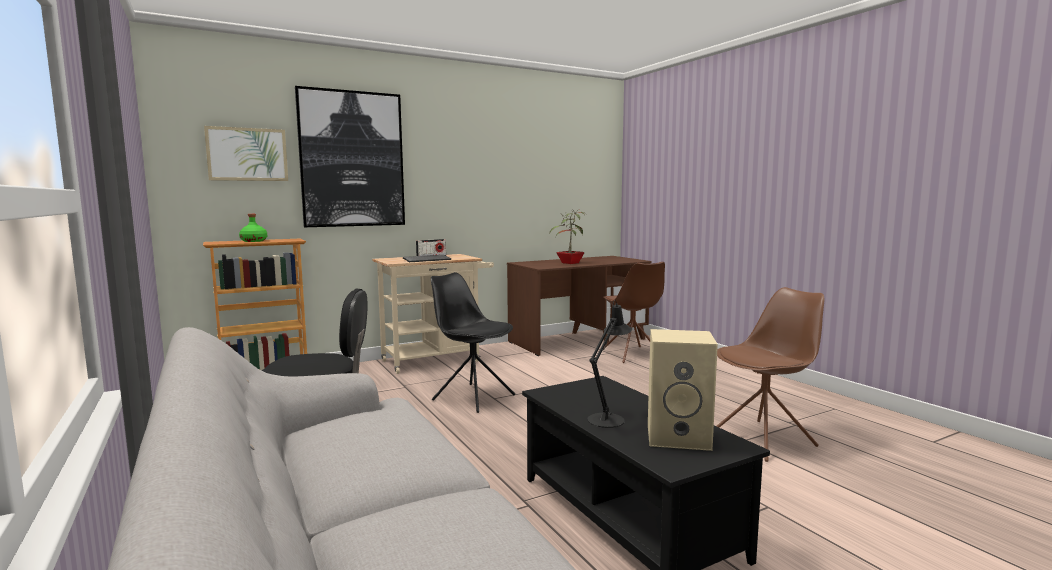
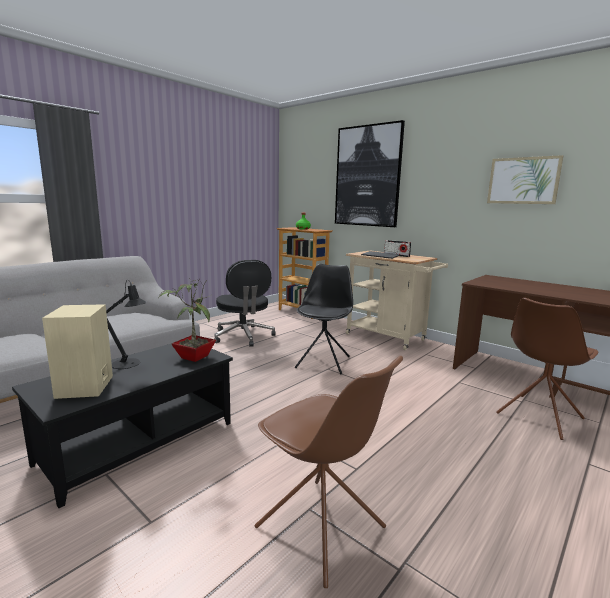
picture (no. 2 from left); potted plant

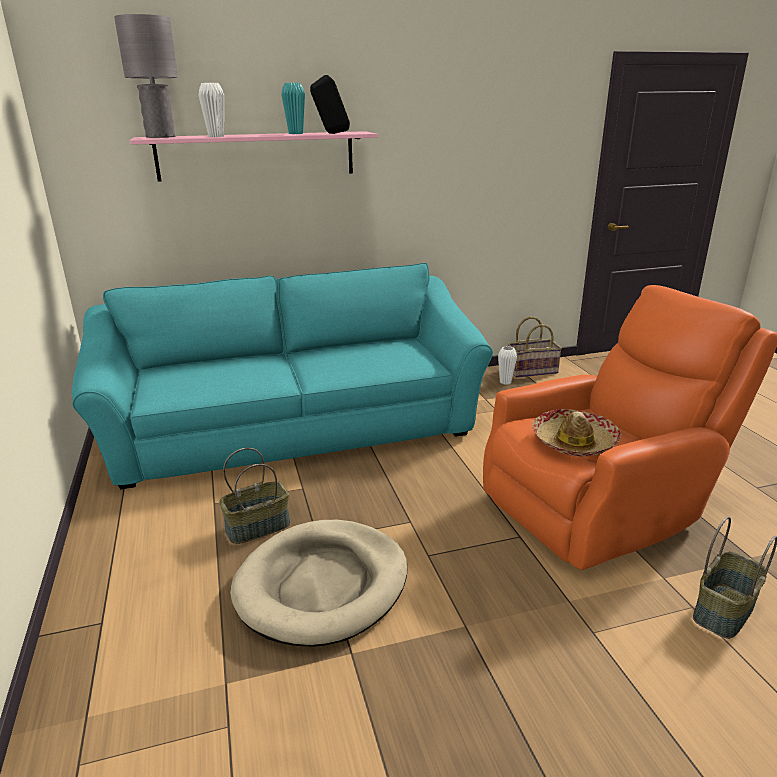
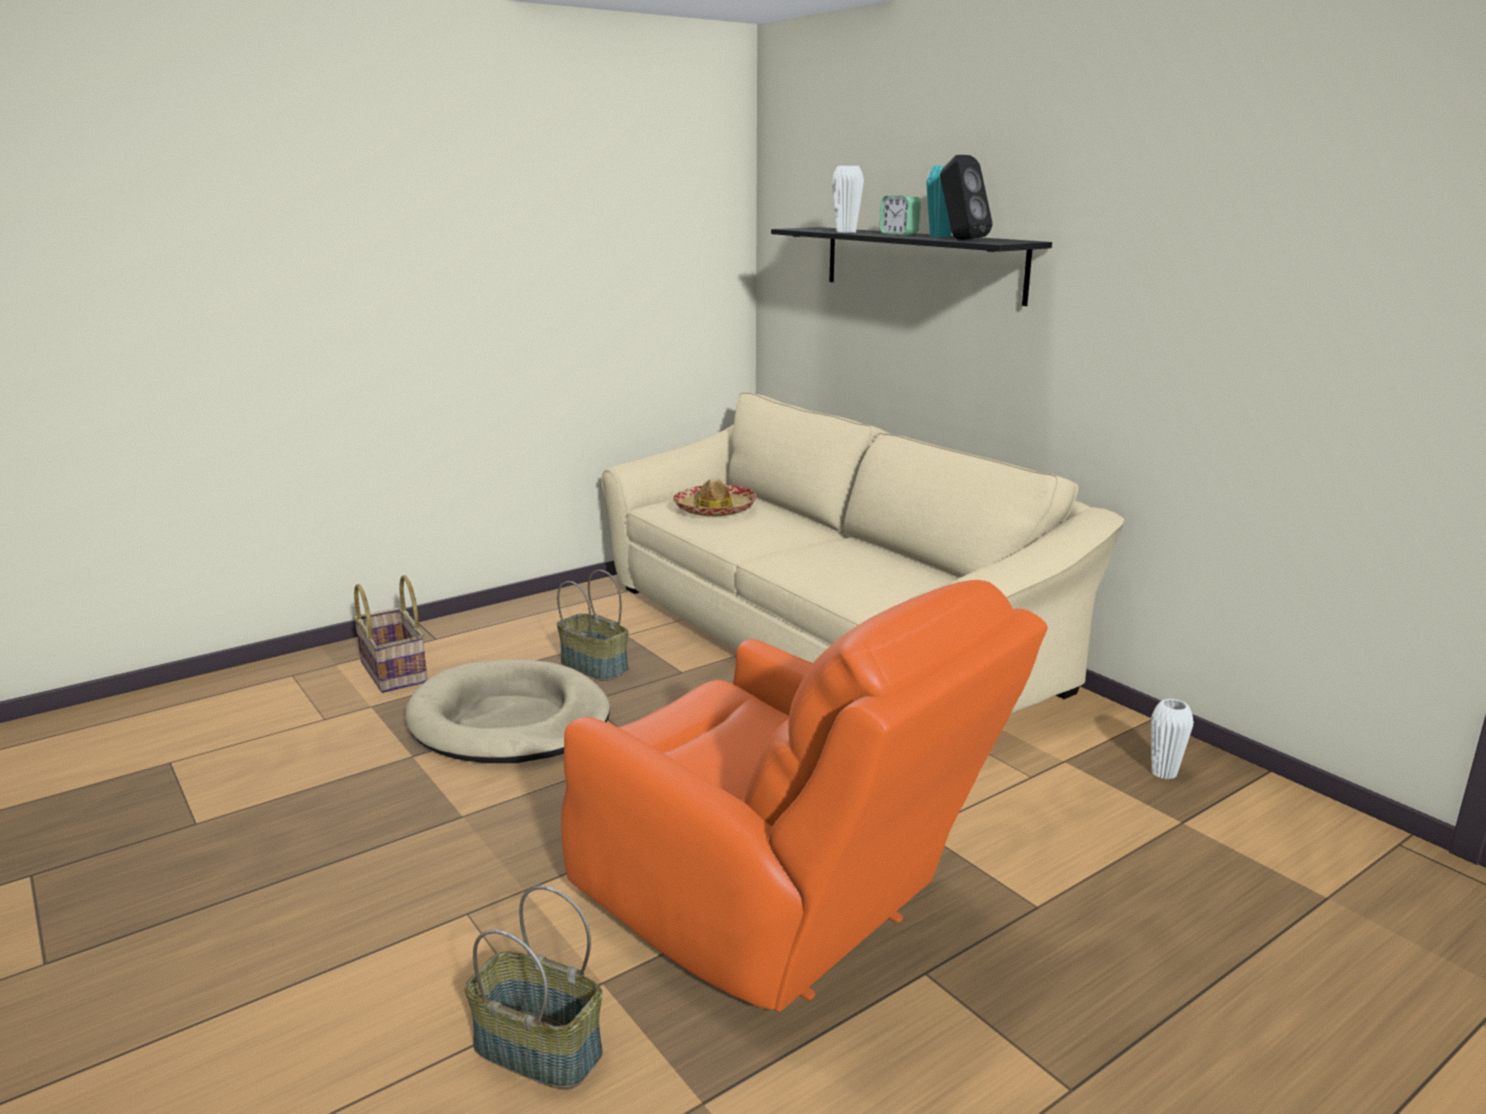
grey table lamp; black shelf; beige sofa; basket (no. 1 from left); hat; alarm clock

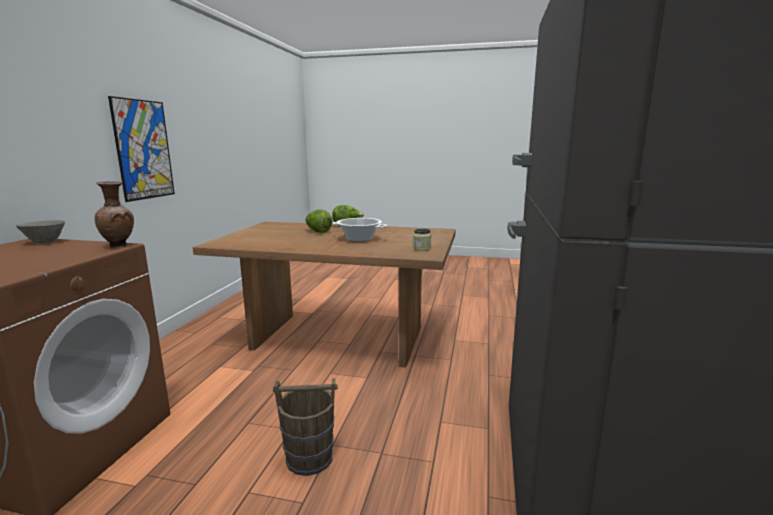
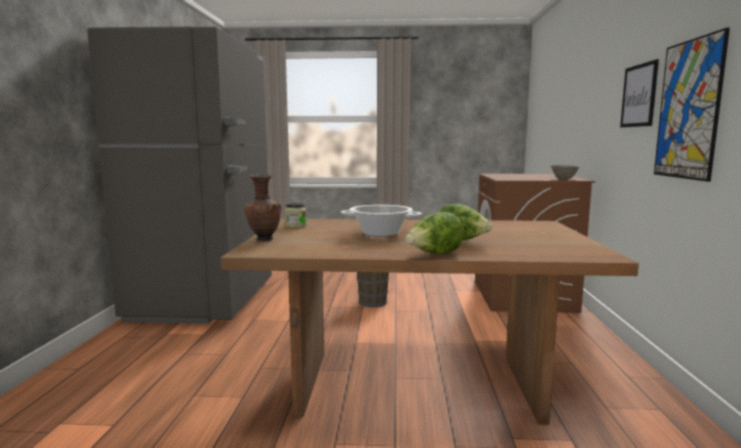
brown vase; picture (no. 1 from left)

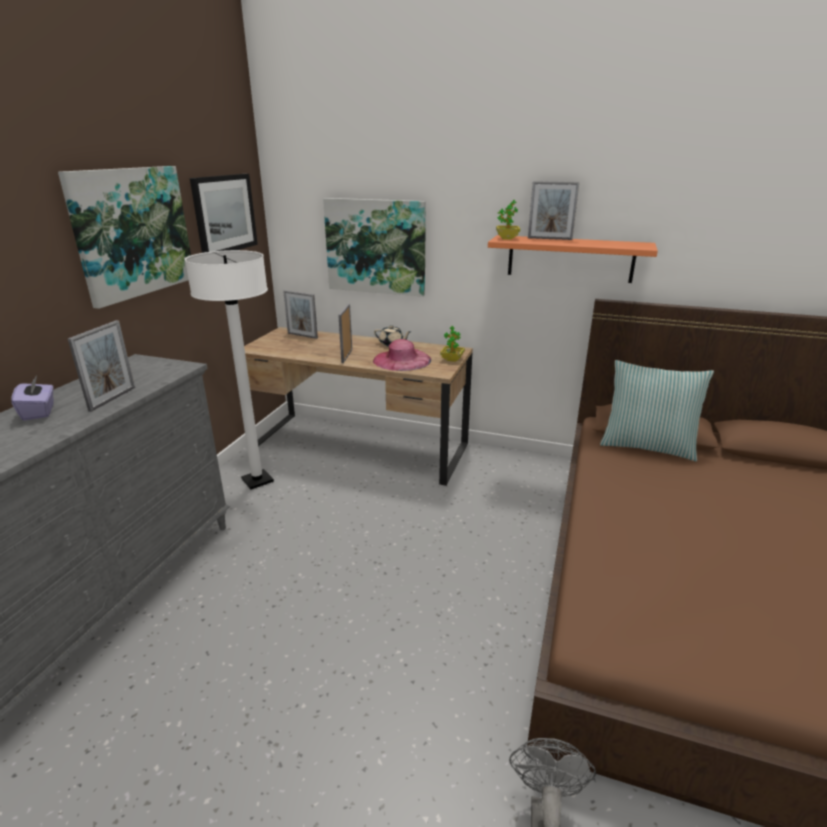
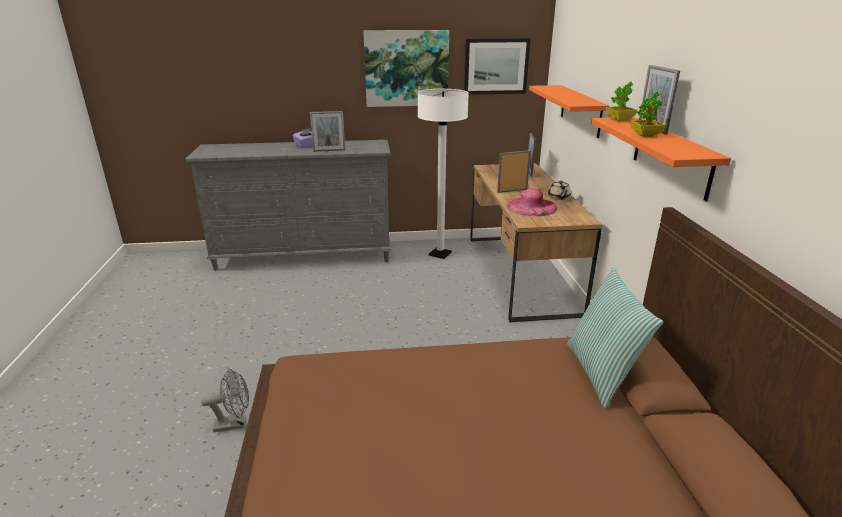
orange shelf (no. 1 from left); potted plant (no. 2 from left)

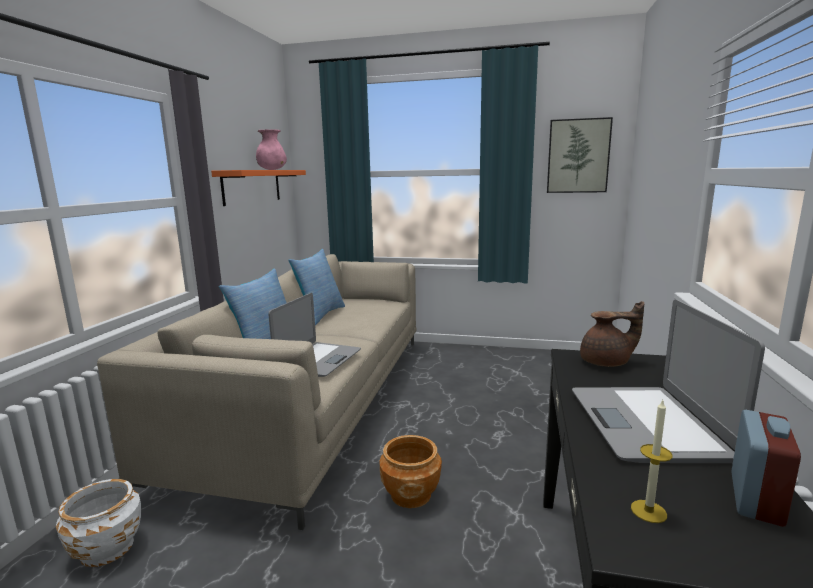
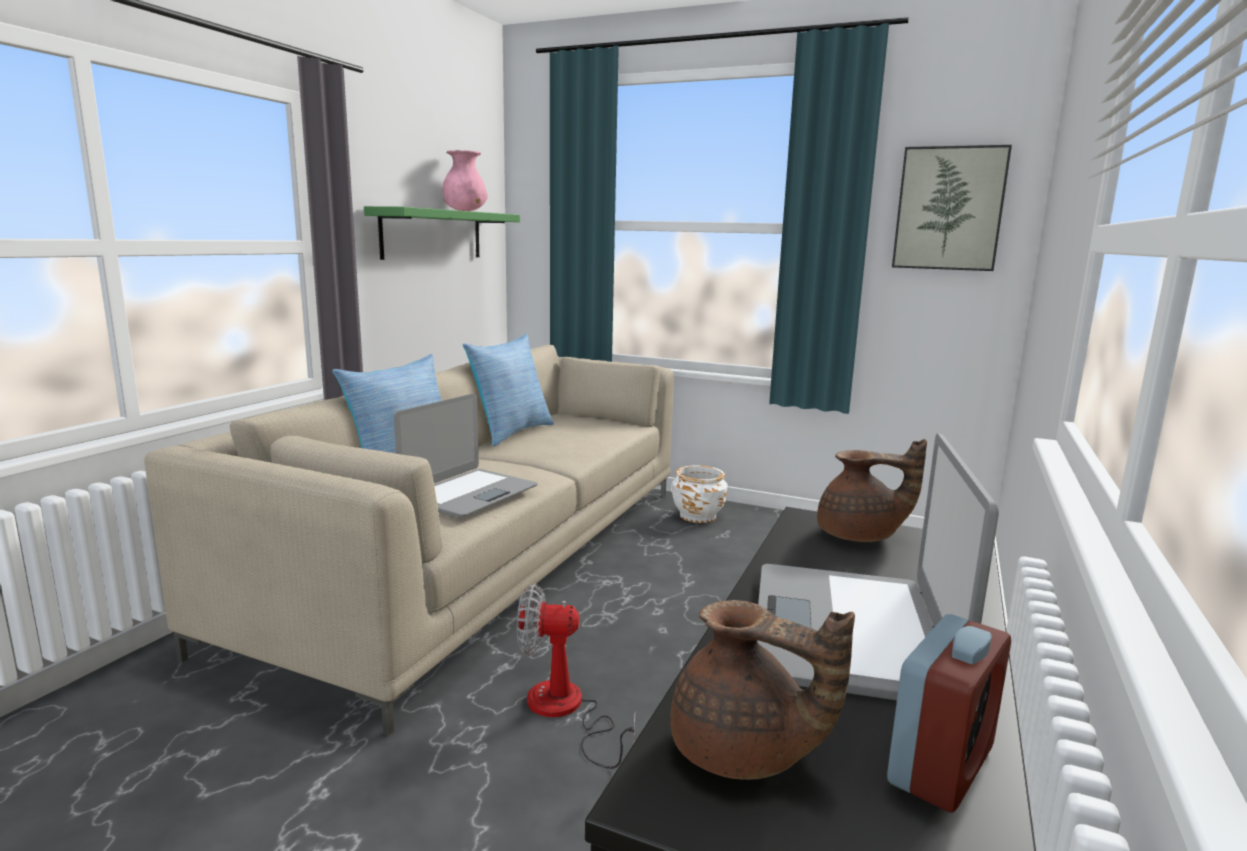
green shelf; brown teapot (no. 1 from left); fan; white planter

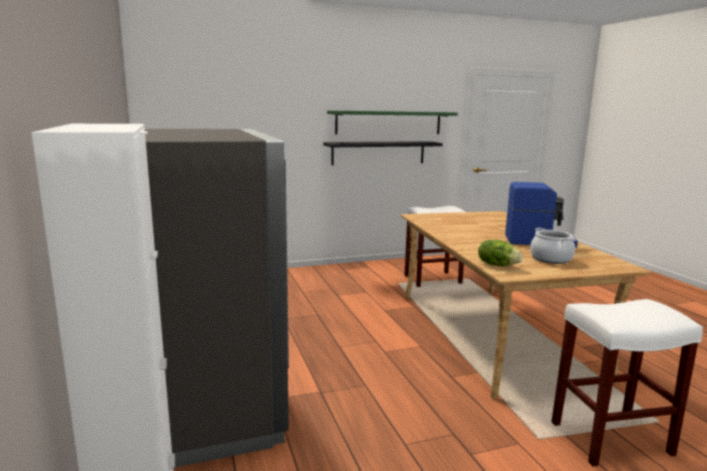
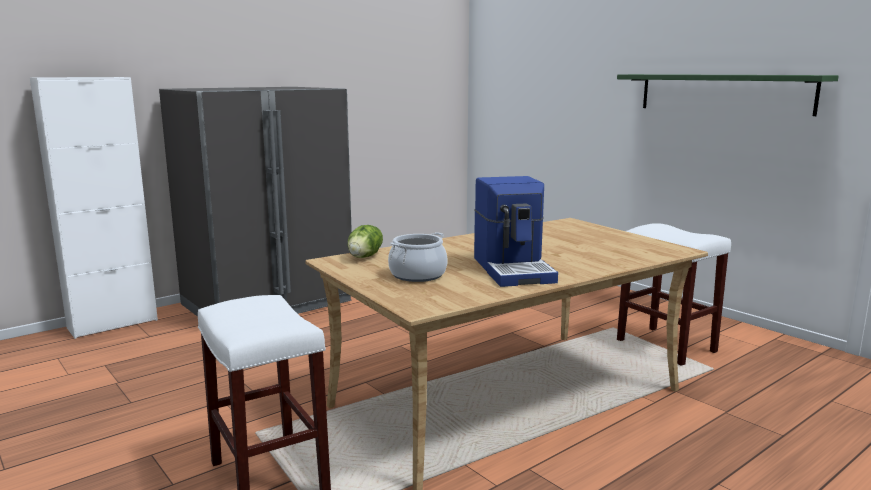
black shelf

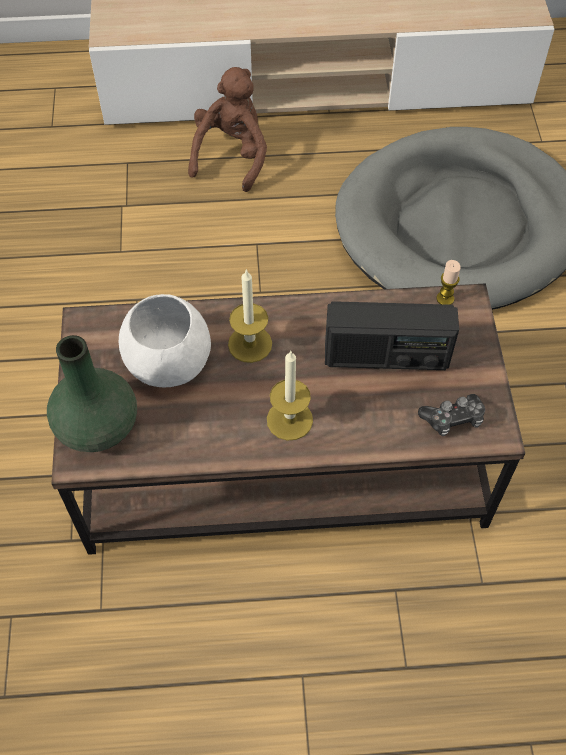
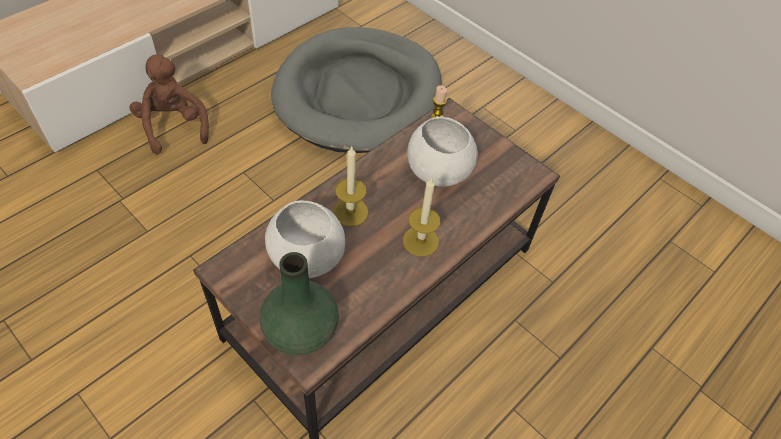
white bowl (no. 2 from left); game controller

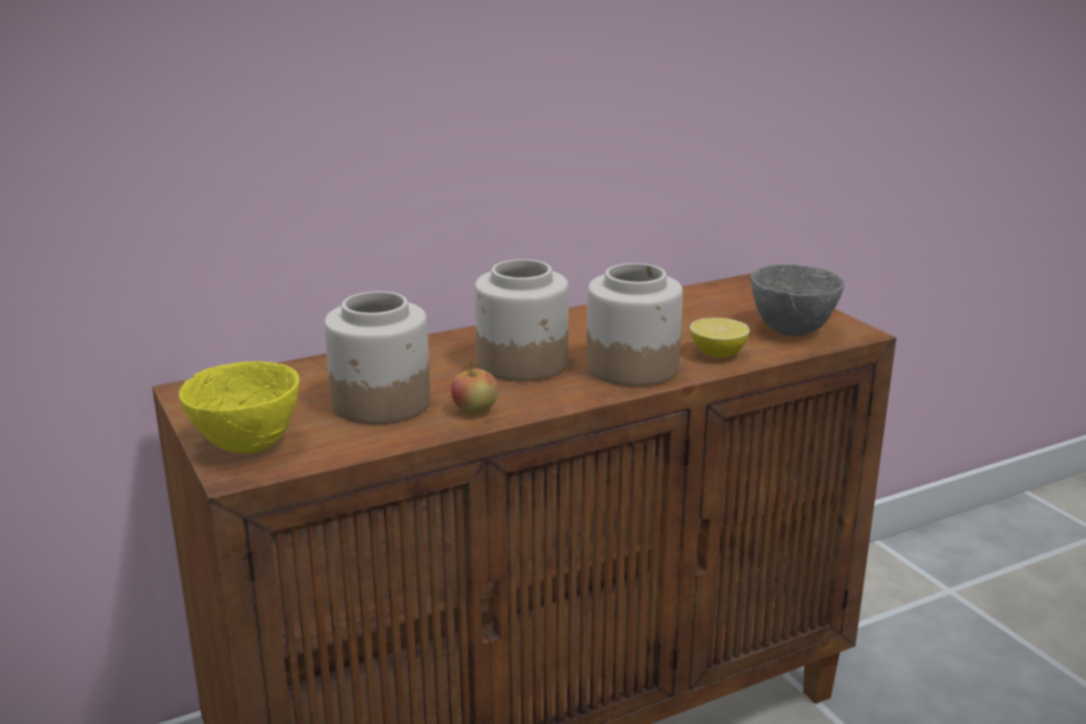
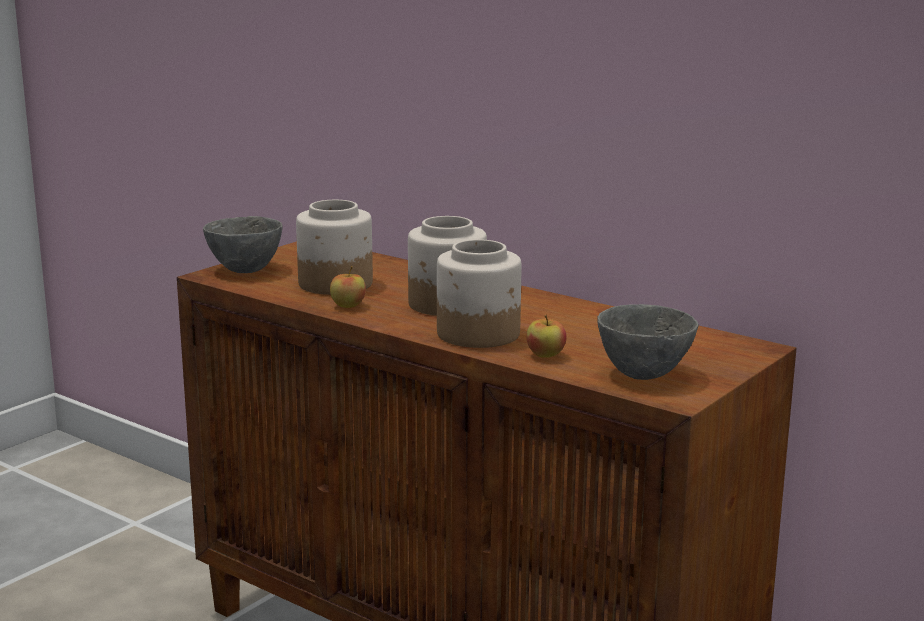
apple (no. 2 from left); grey bowl (no. 1 from left)

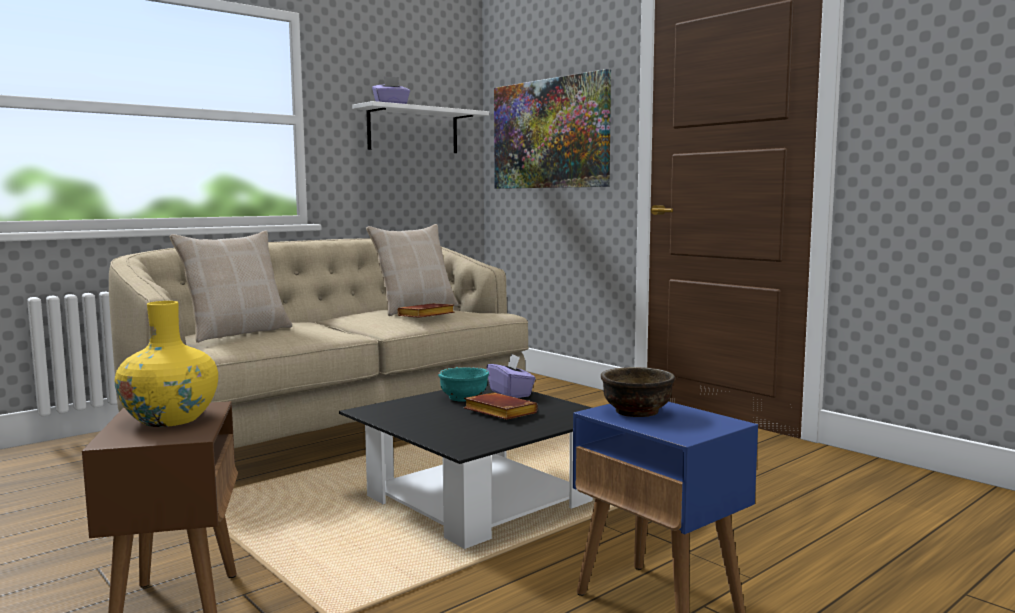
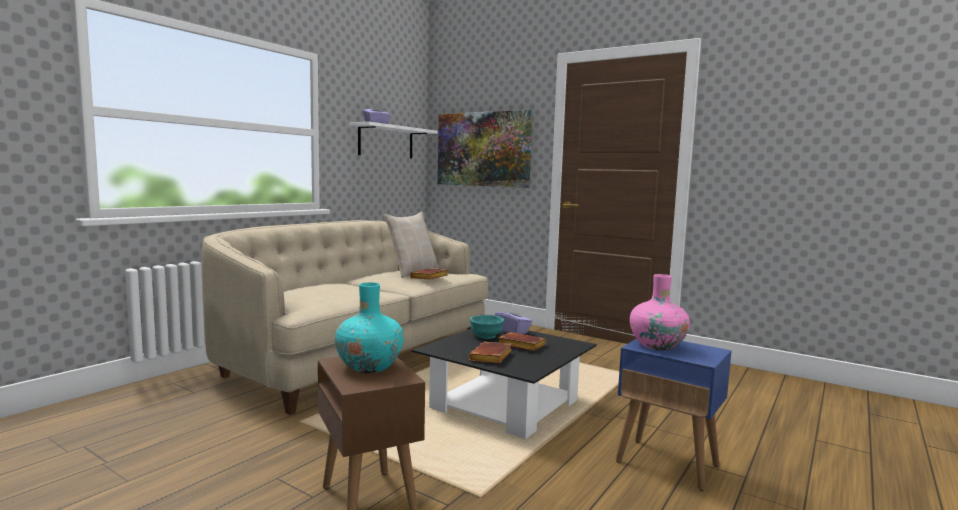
beige pillow (no. 1 from left in the first image); turquoise vase; pink vase; brown book (no. 2 from left)

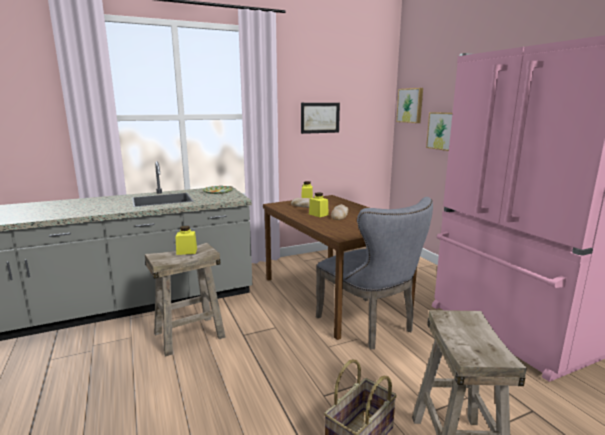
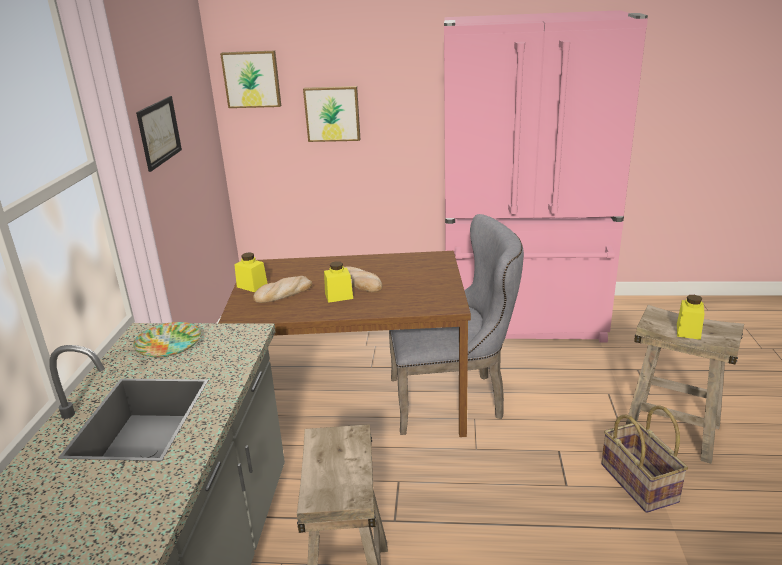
yellow jar (no. 3 from left)

